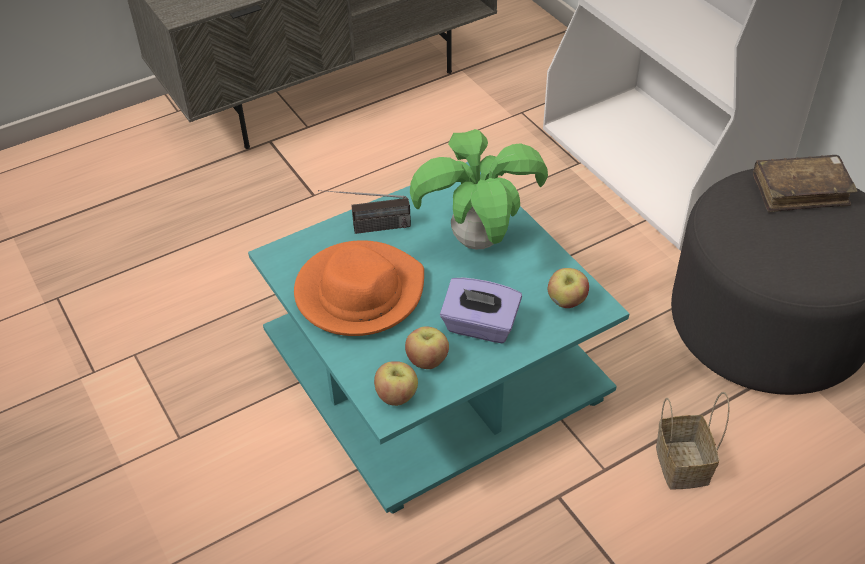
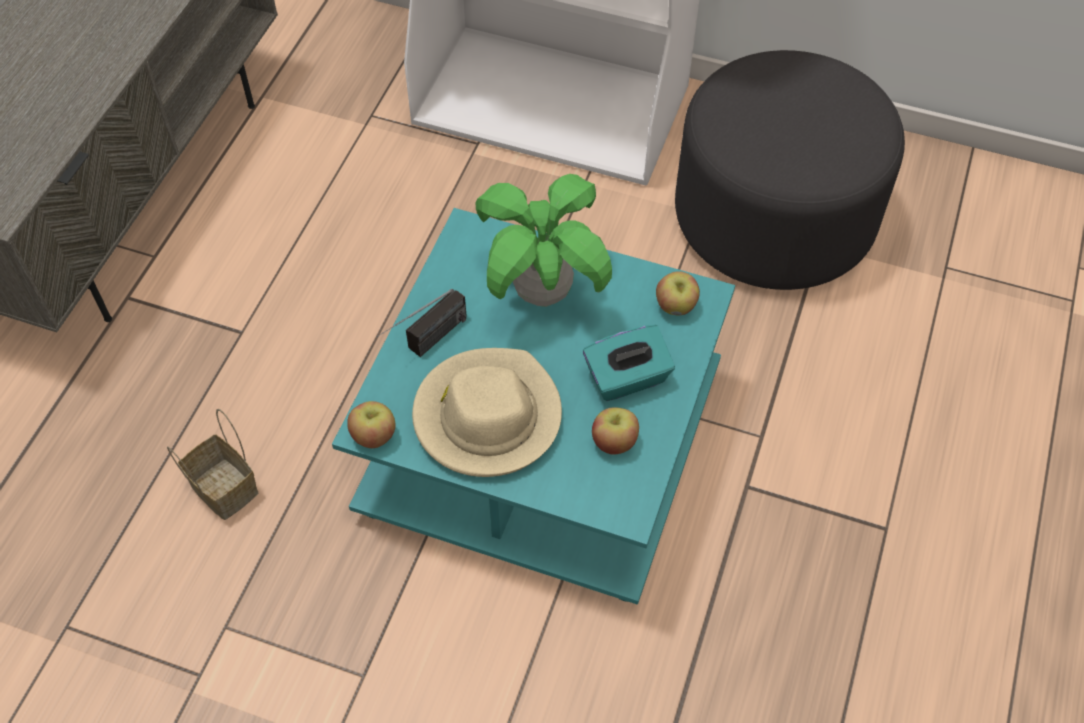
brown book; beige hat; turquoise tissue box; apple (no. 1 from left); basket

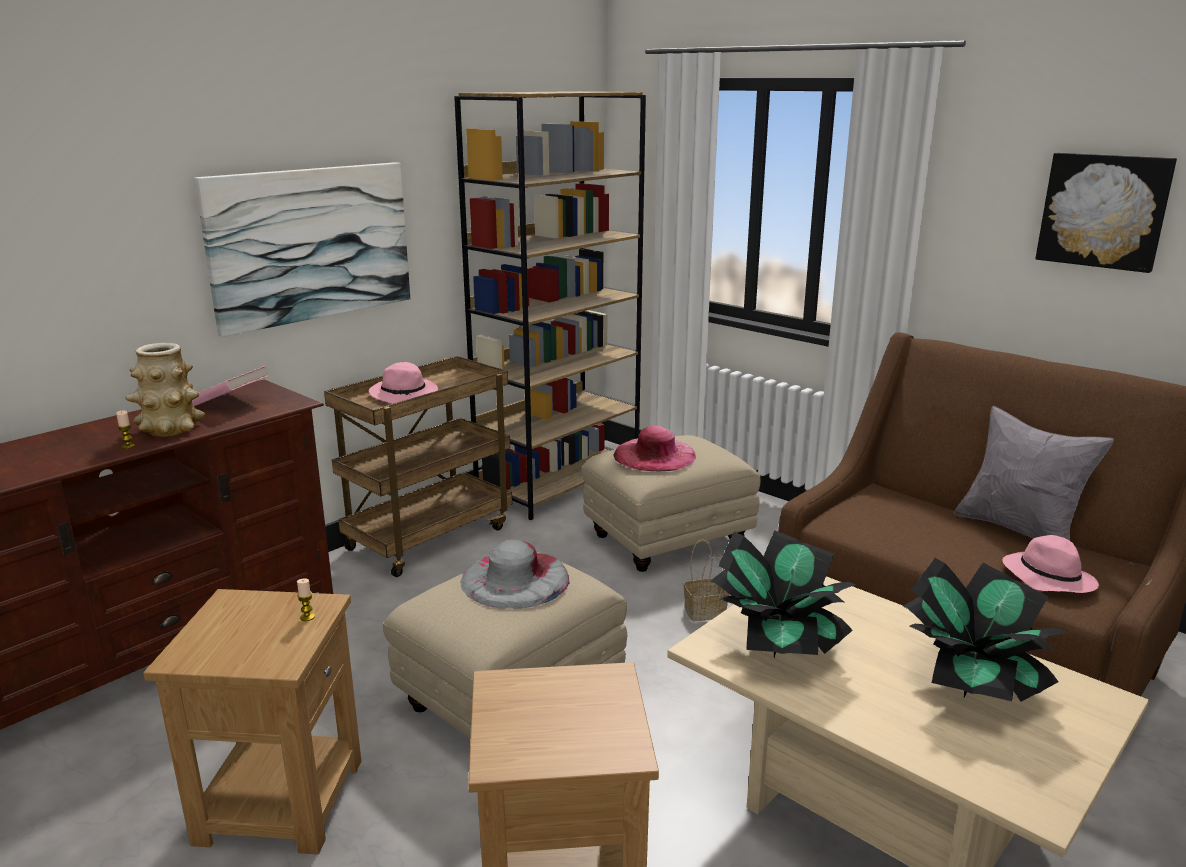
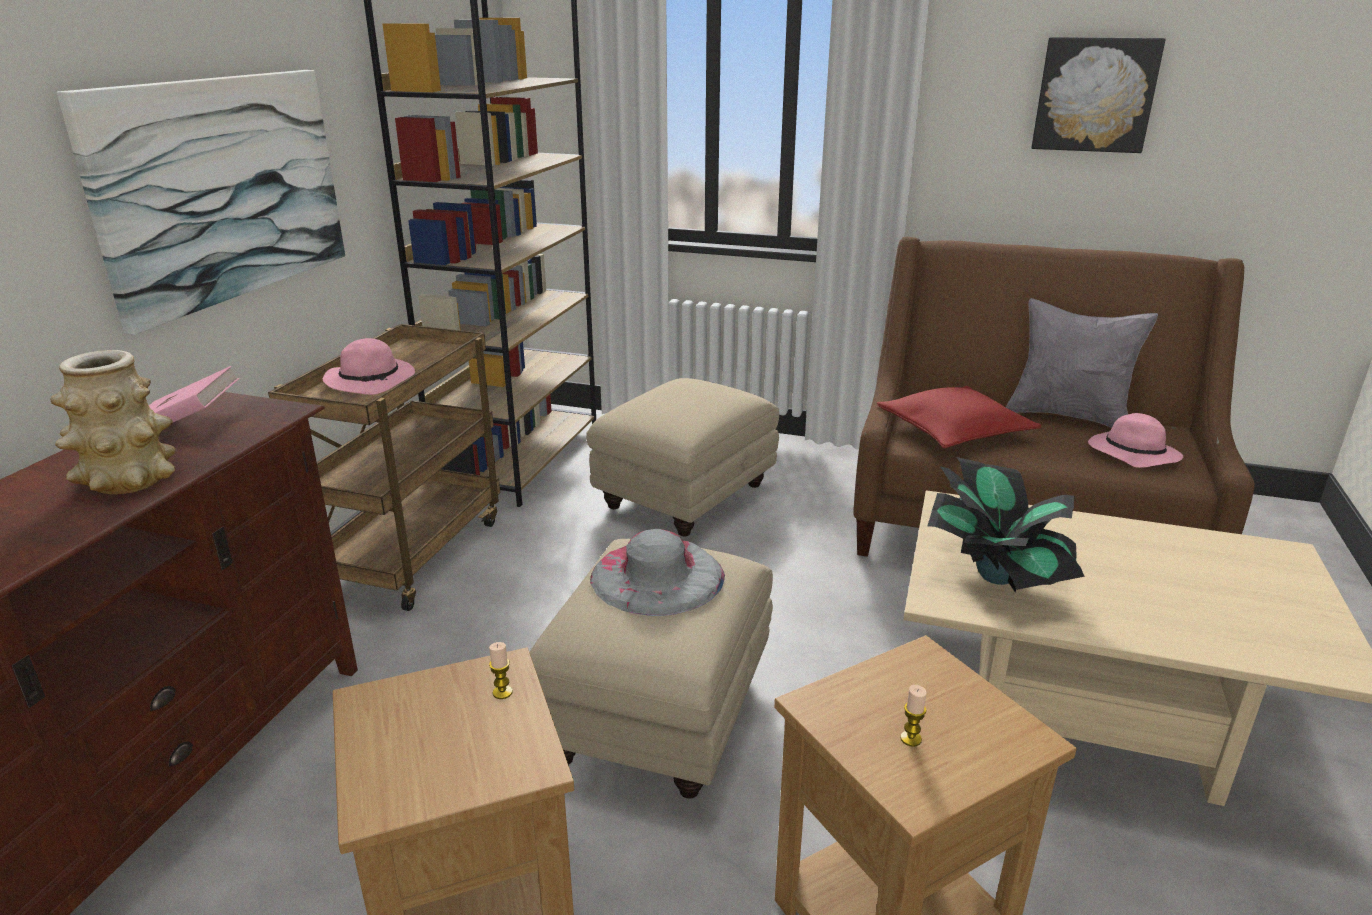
candle (no. 2 from left); pink hat (no. 2 from left in the first image); basket; potted plant (no. 2 from left in the first image); red pillow

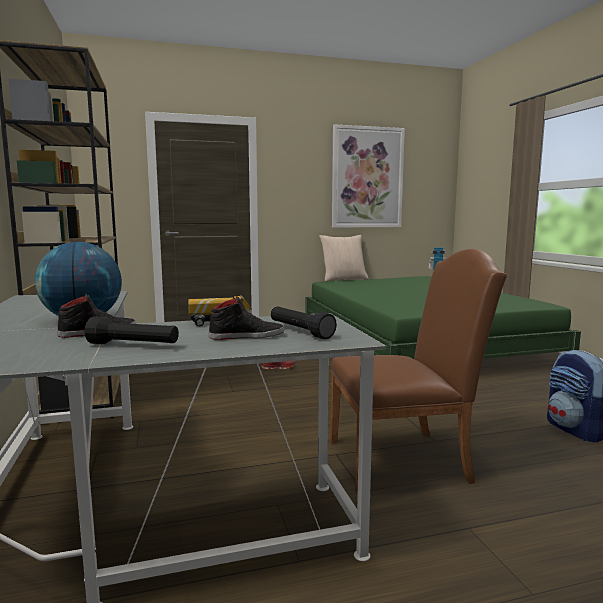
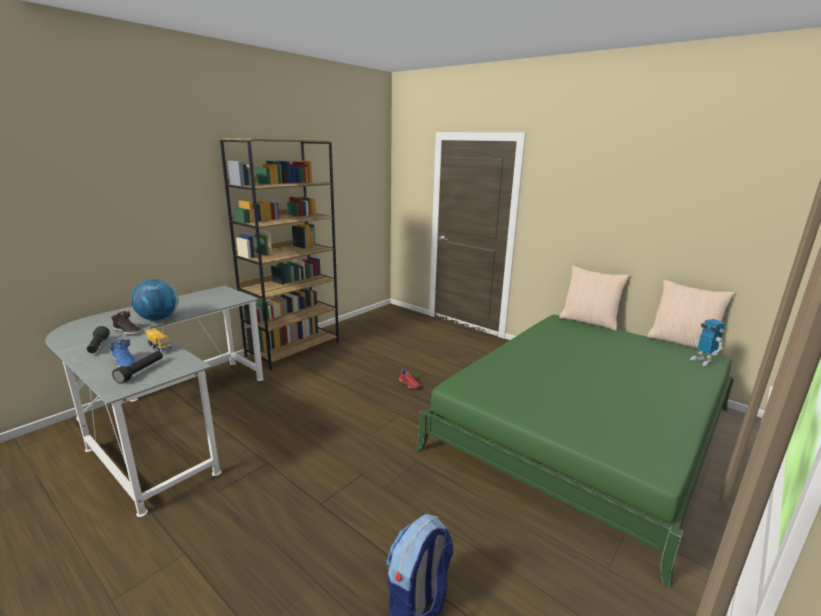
picture; brown chair; blue shoe; beige pillow (no. 2 from left)

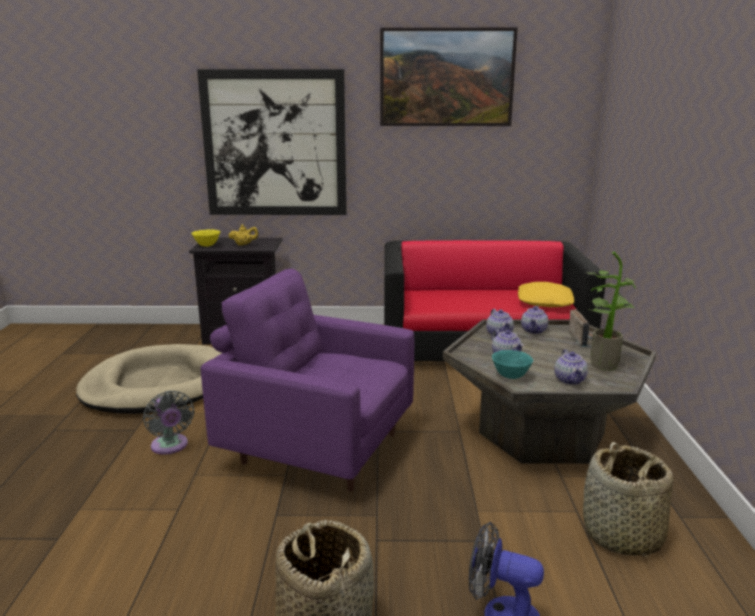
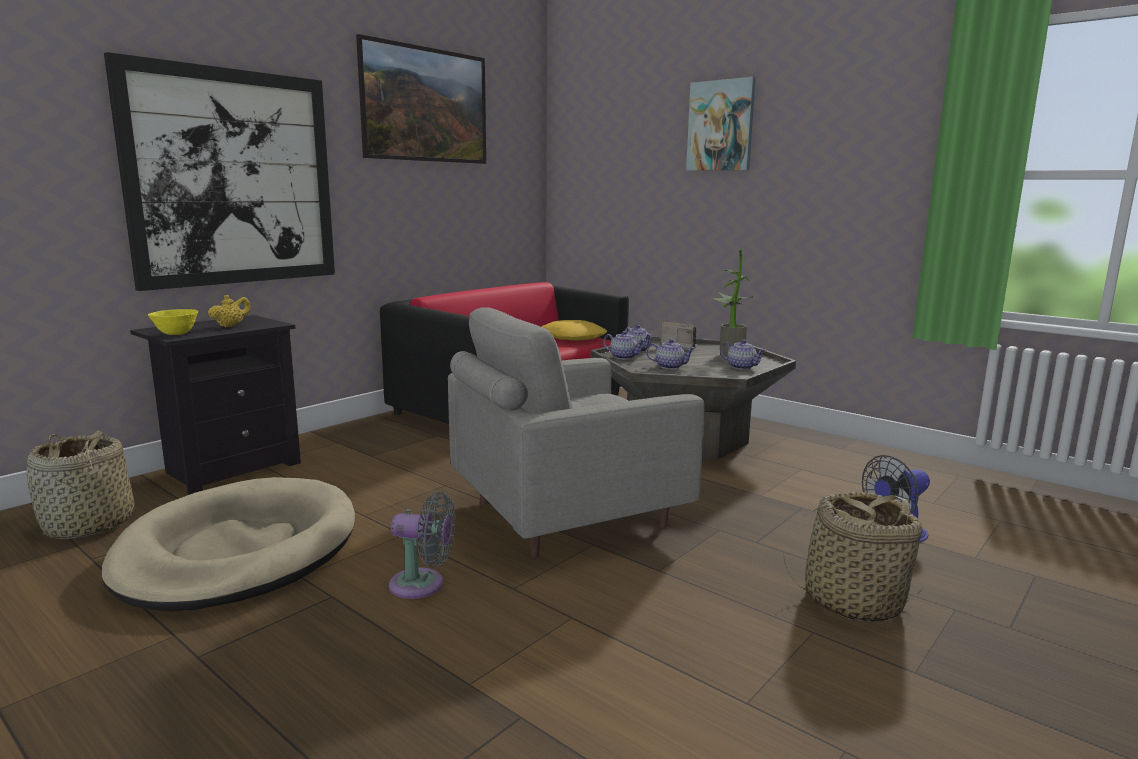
grey armchair; turquoise bowl; basket (no. 1 from left); picture (no. 3 from left)

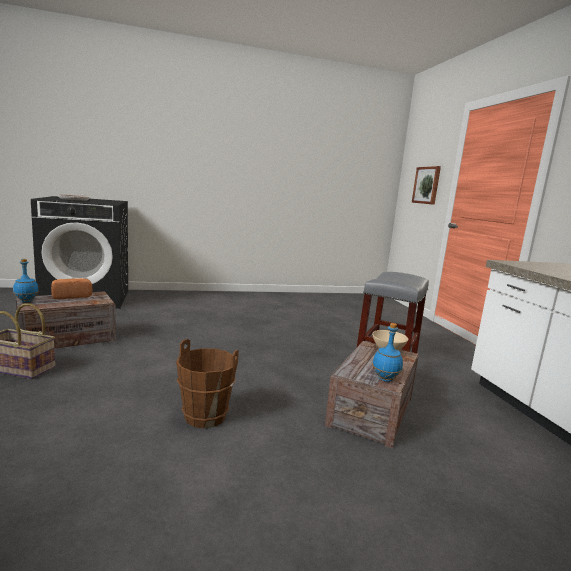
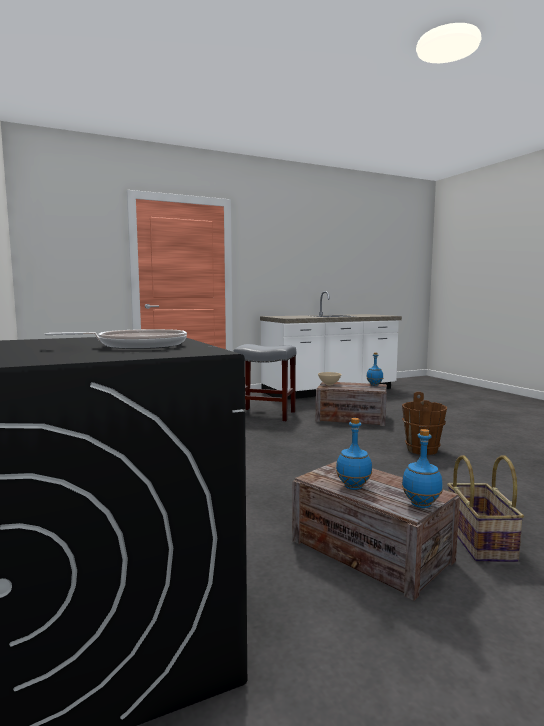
picture; blue bottle (no. 1 from left)

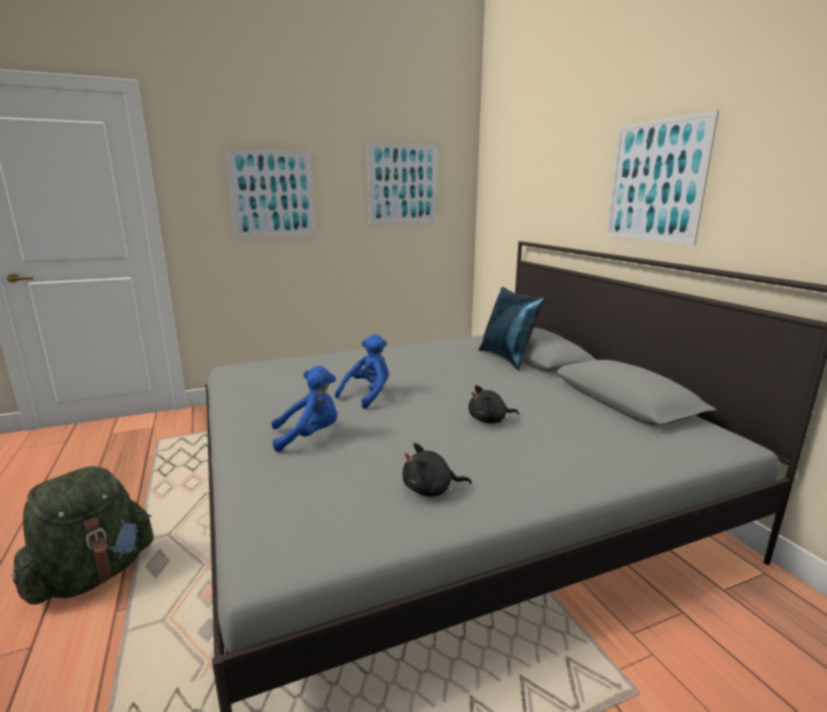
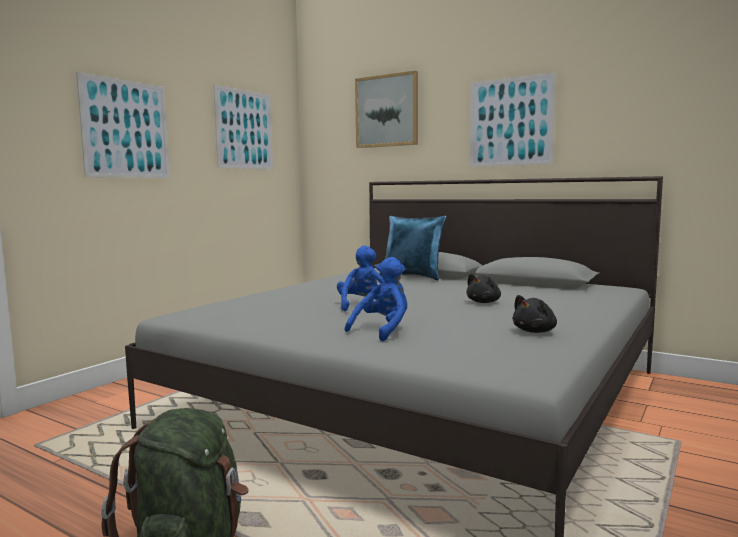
picture (no. 3 from left)

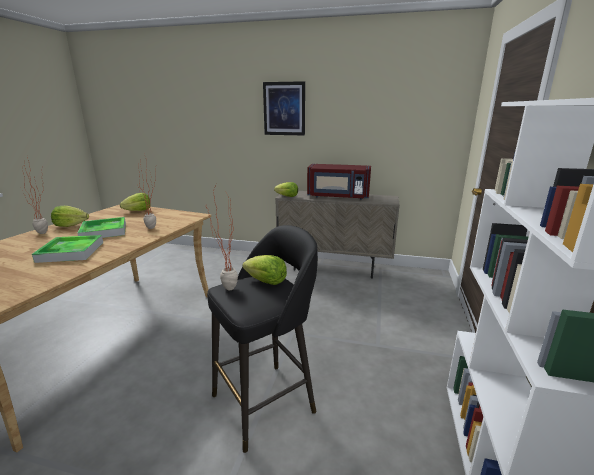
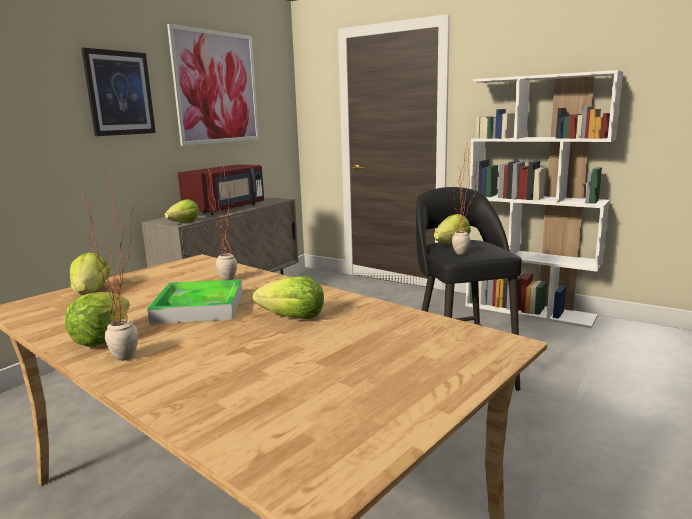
lettuce (no. 4 from left); picture (no. 2 from left)

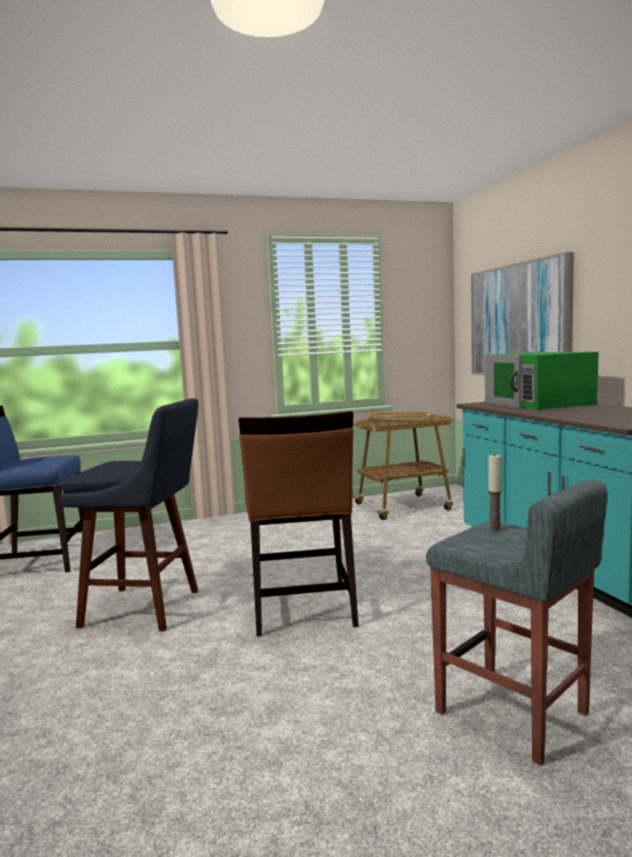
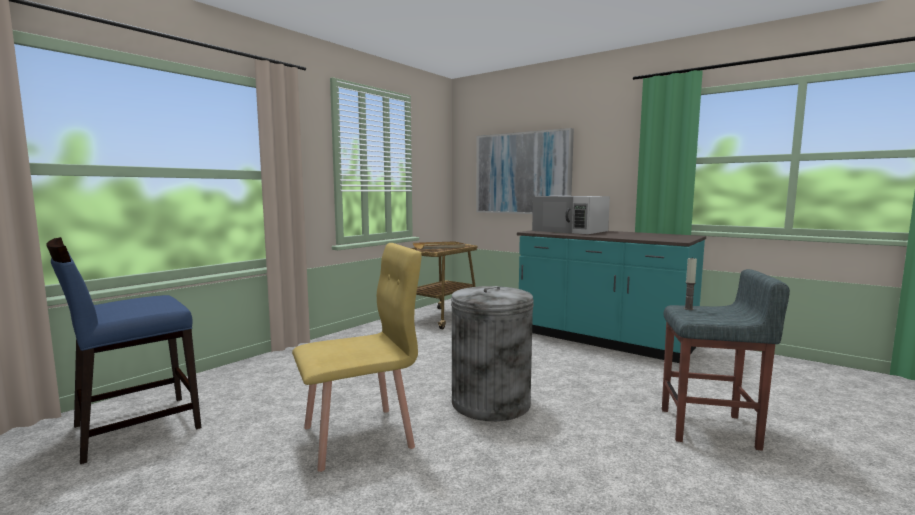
white microwave; yellow chair; grey trash can

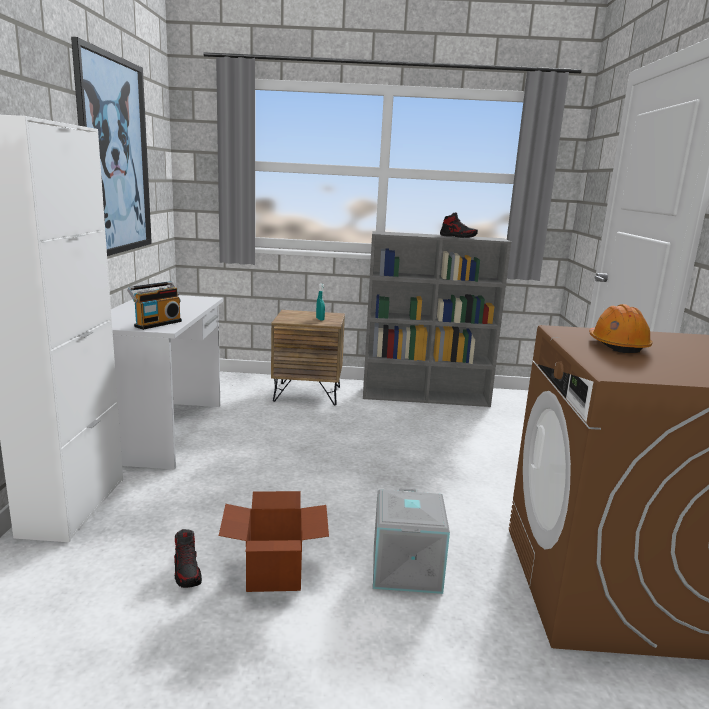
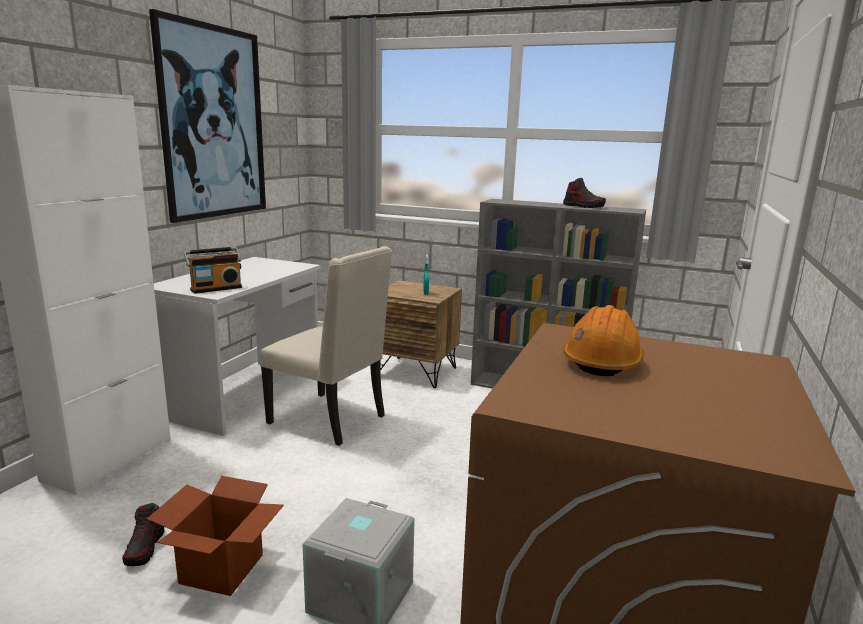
beige chair

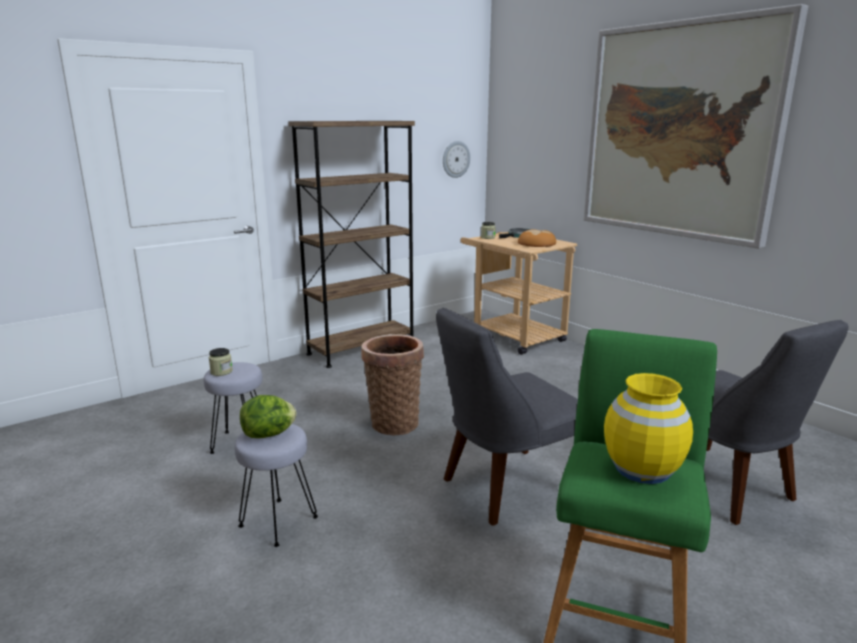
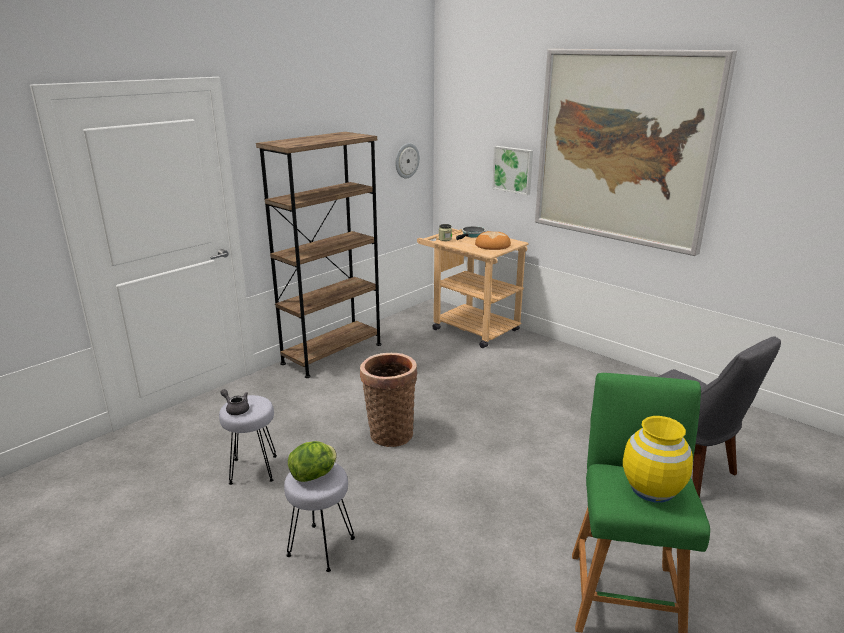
grey chair (no. 1 from left in the first image); grey teapot; picture (no. 1 from left)

